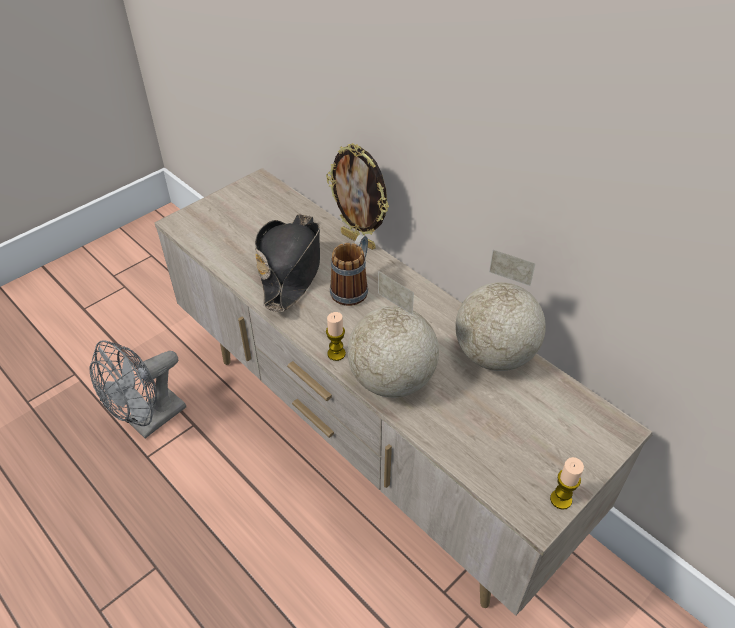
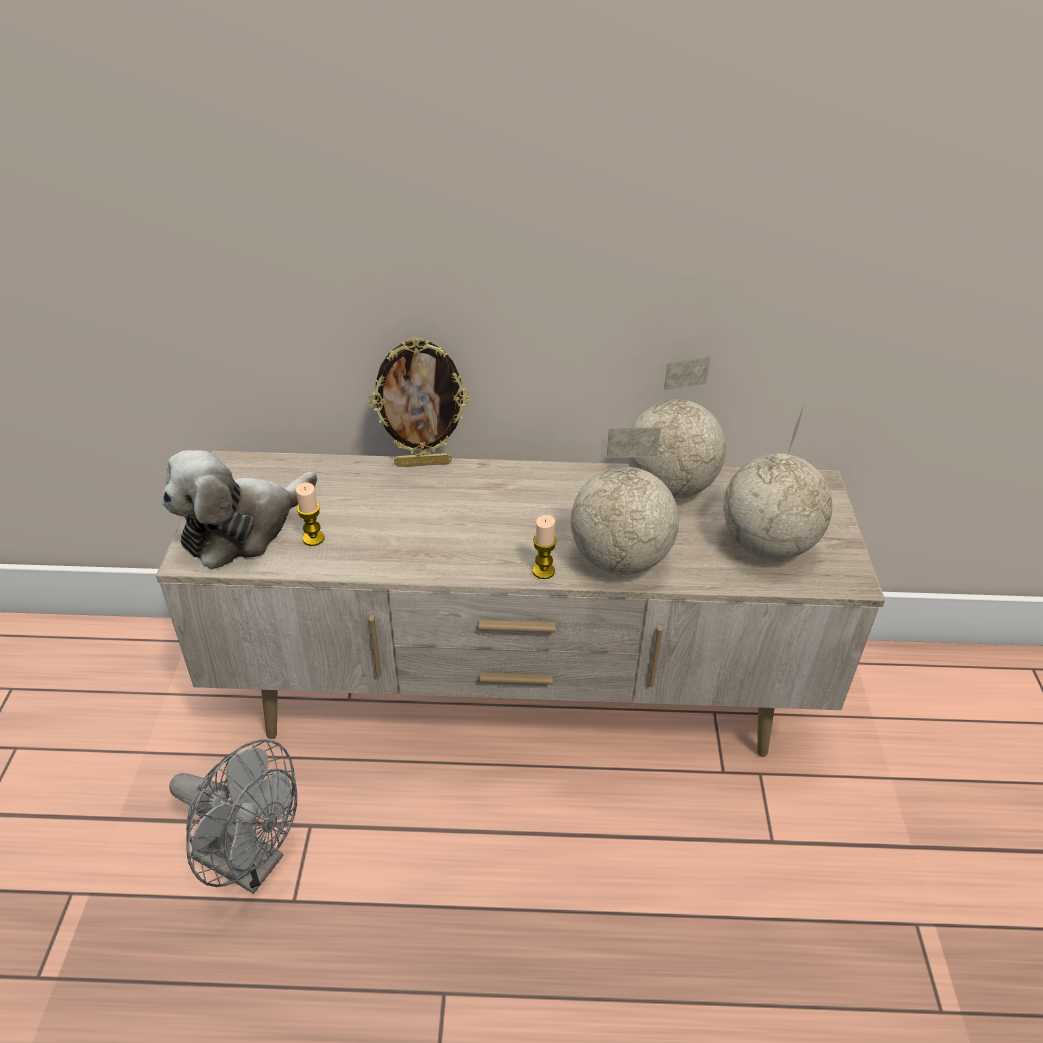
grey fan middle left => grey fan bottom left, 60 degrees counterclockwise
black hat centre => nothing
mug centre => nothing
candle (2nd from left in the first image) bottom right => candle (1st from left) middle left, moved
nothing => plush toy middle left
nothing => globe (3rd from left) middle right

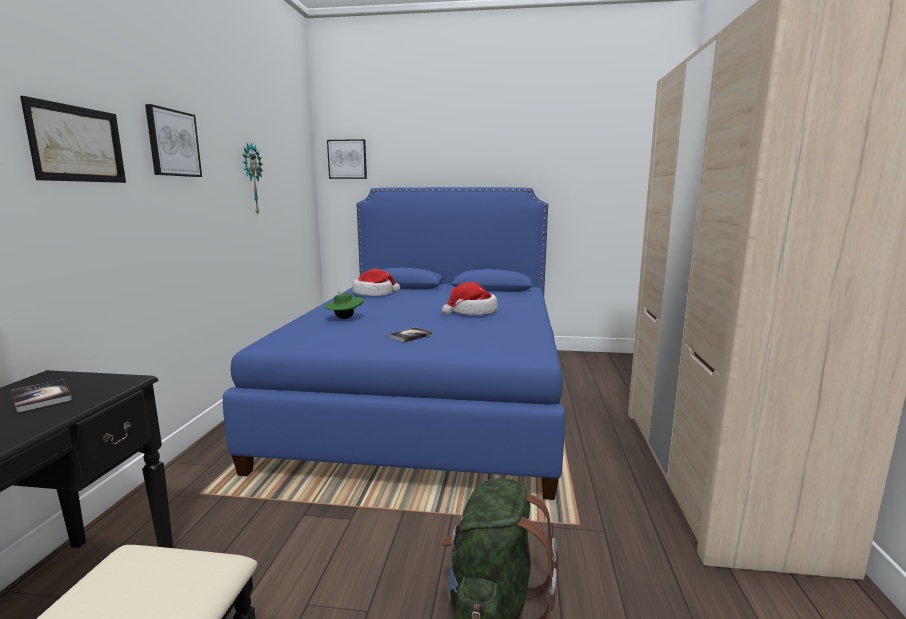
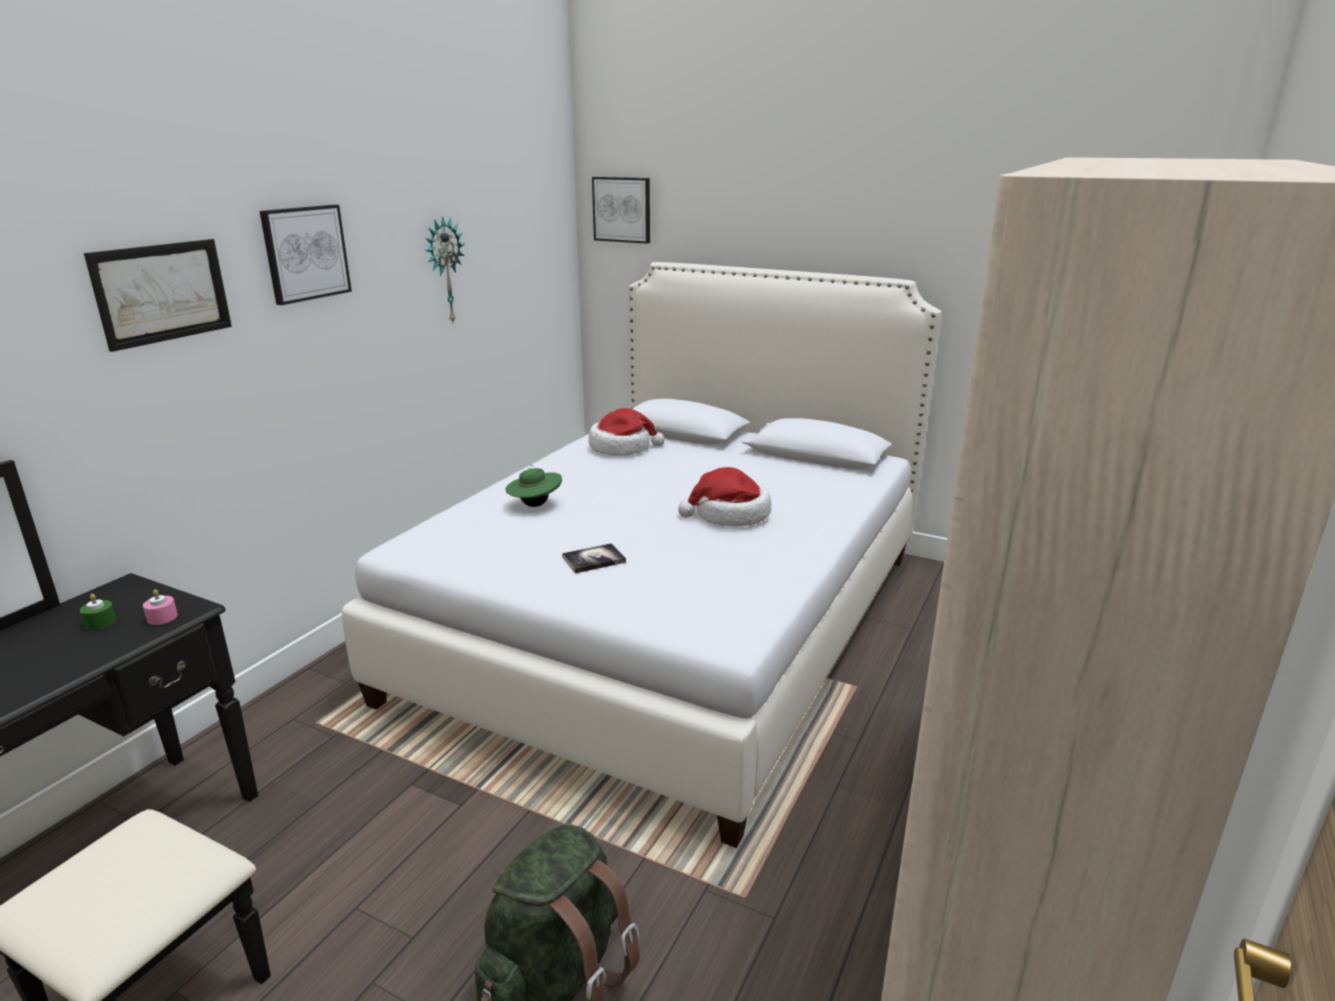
book (1st from left) middle left => green candle middle left
blue bed centre => white bed centre
nothing => pink candle middle left

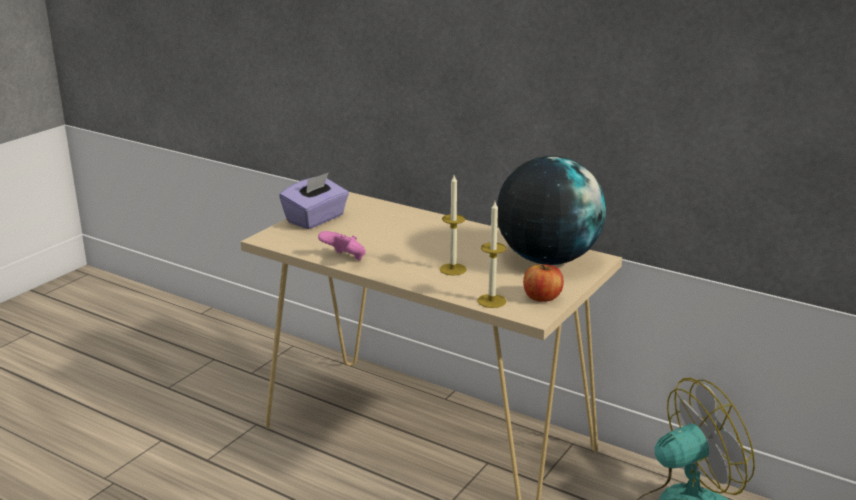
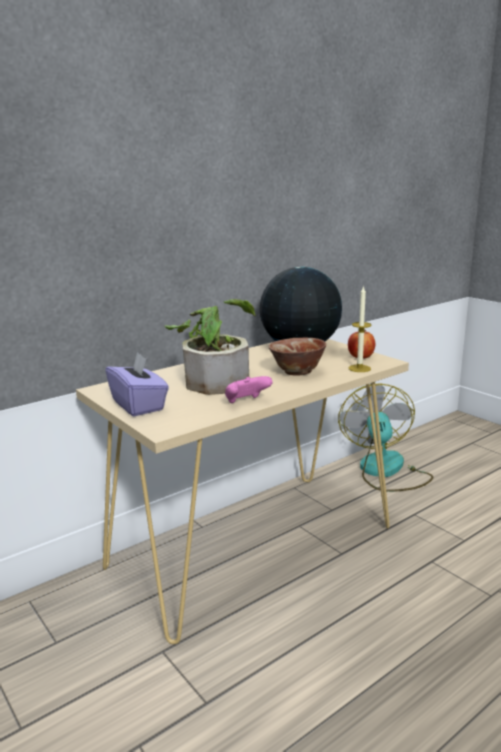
candle (1st from left) centre => bowl centre
nothing => potted plant centre

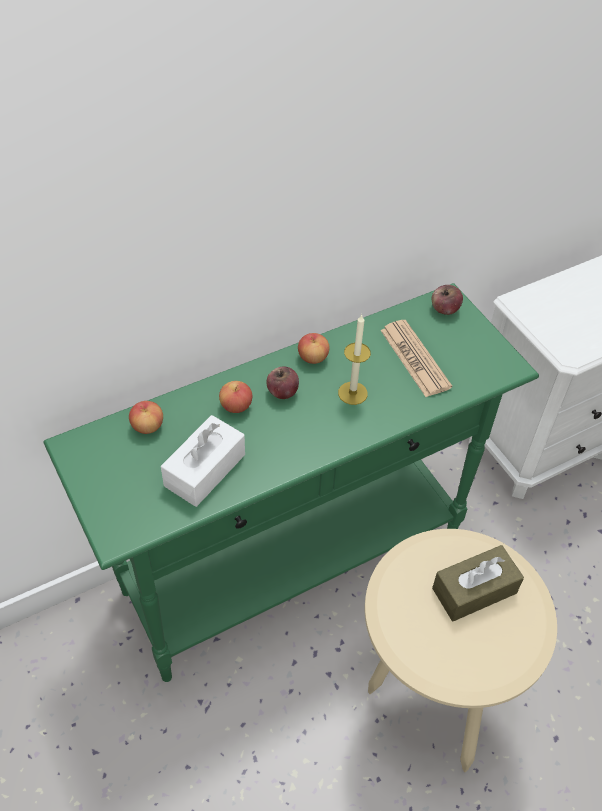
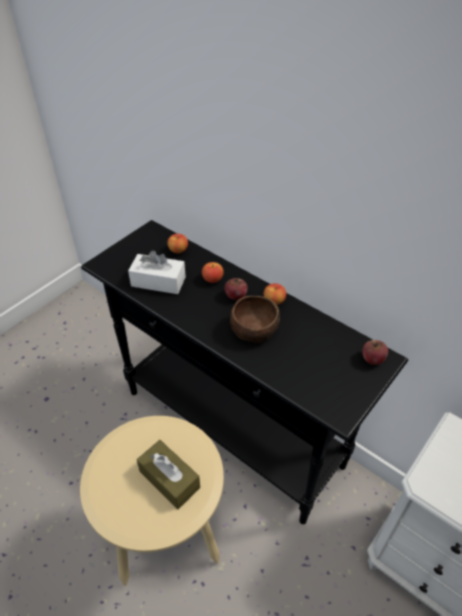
green console table centre => black console table centre
candle centre => brown bowl centre
newspaper middle right => nothing

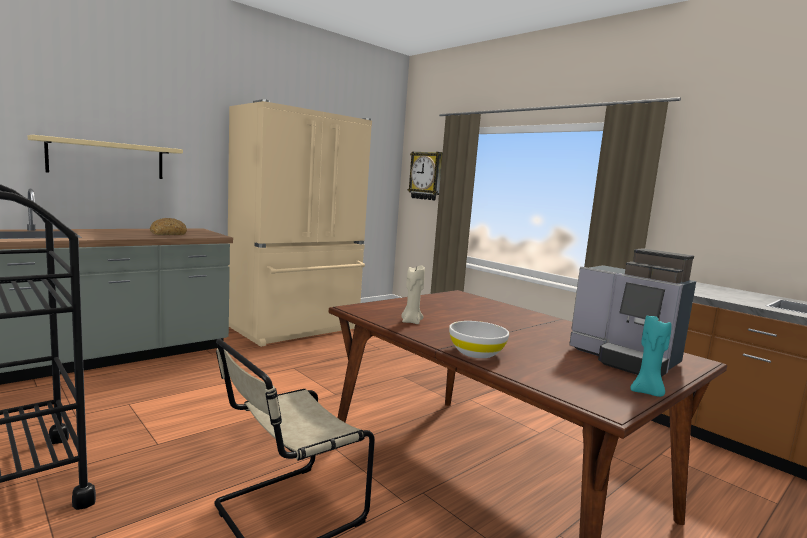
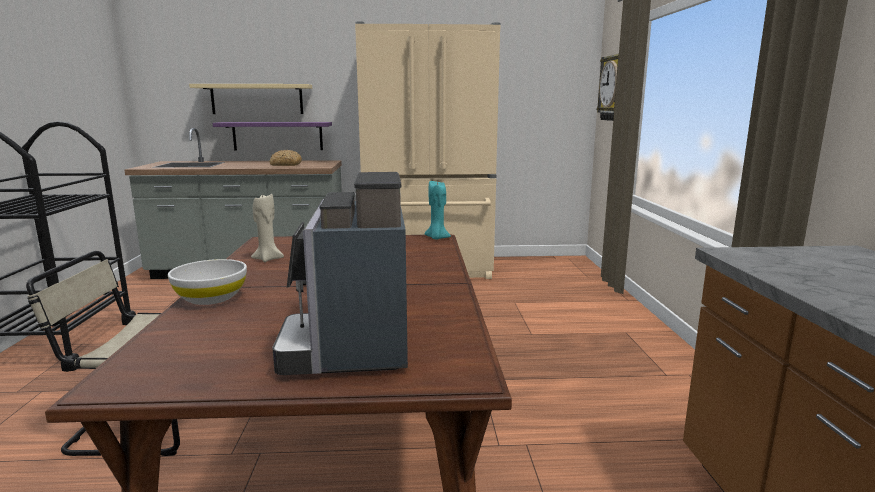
turquoise candle middle right => turquoise candle centre, moved
nothing => purple shelf top left

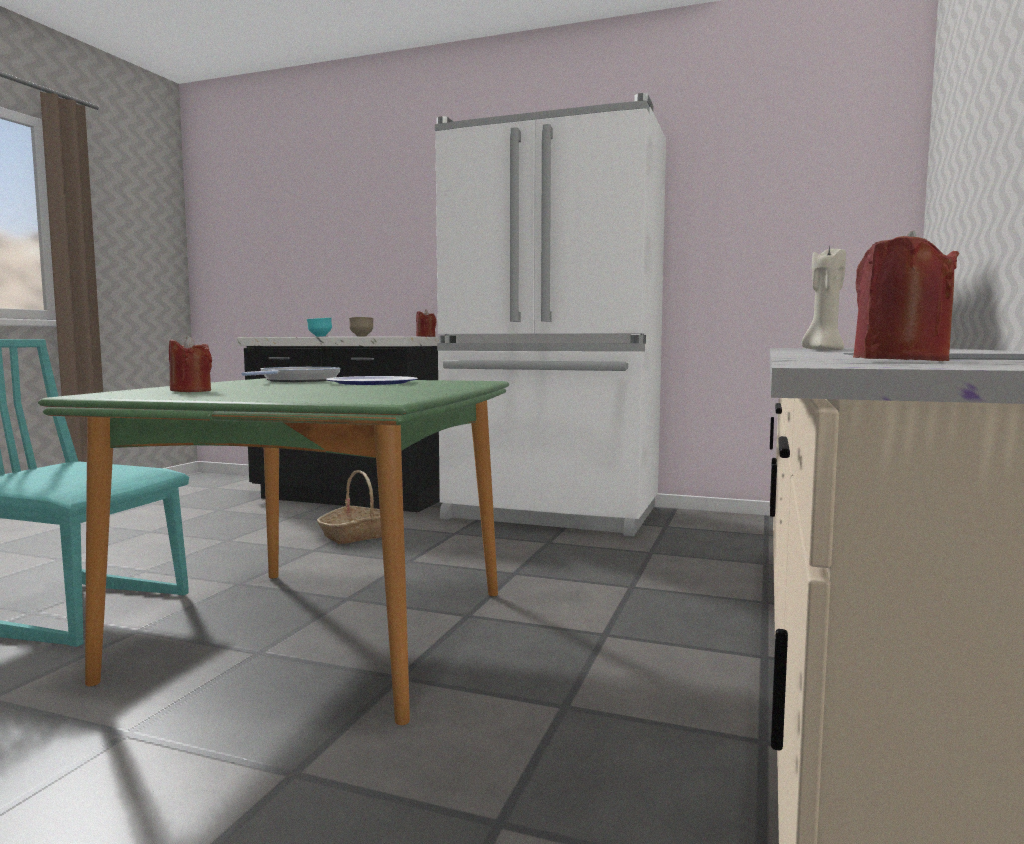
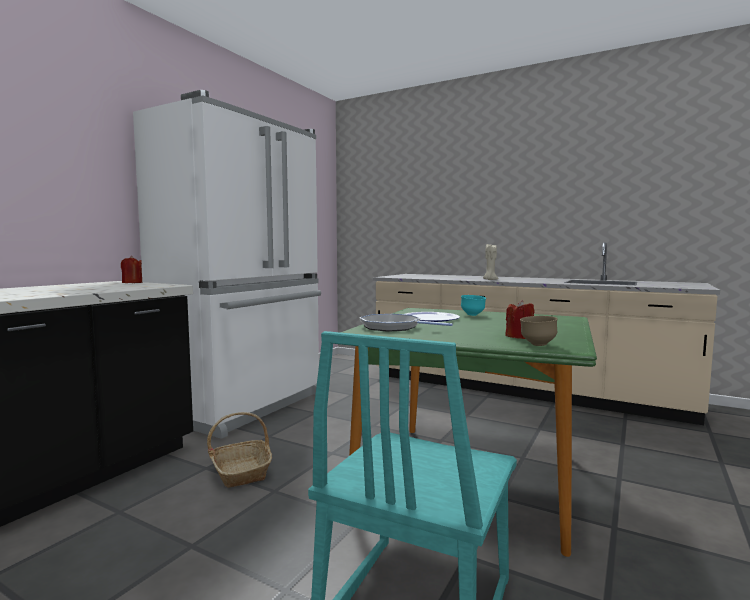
turquoise bowl middle left => turquoise bowl centre, moved
brown bowl centre => brown bowl middle right, moved
red candle (3rd from left) middle right => nothing

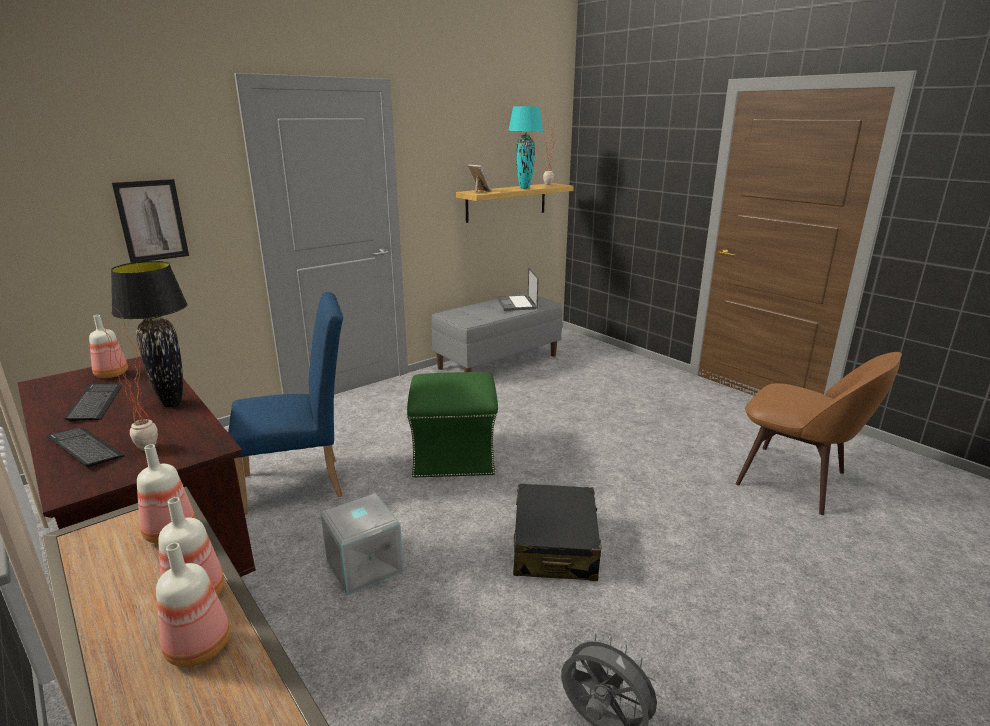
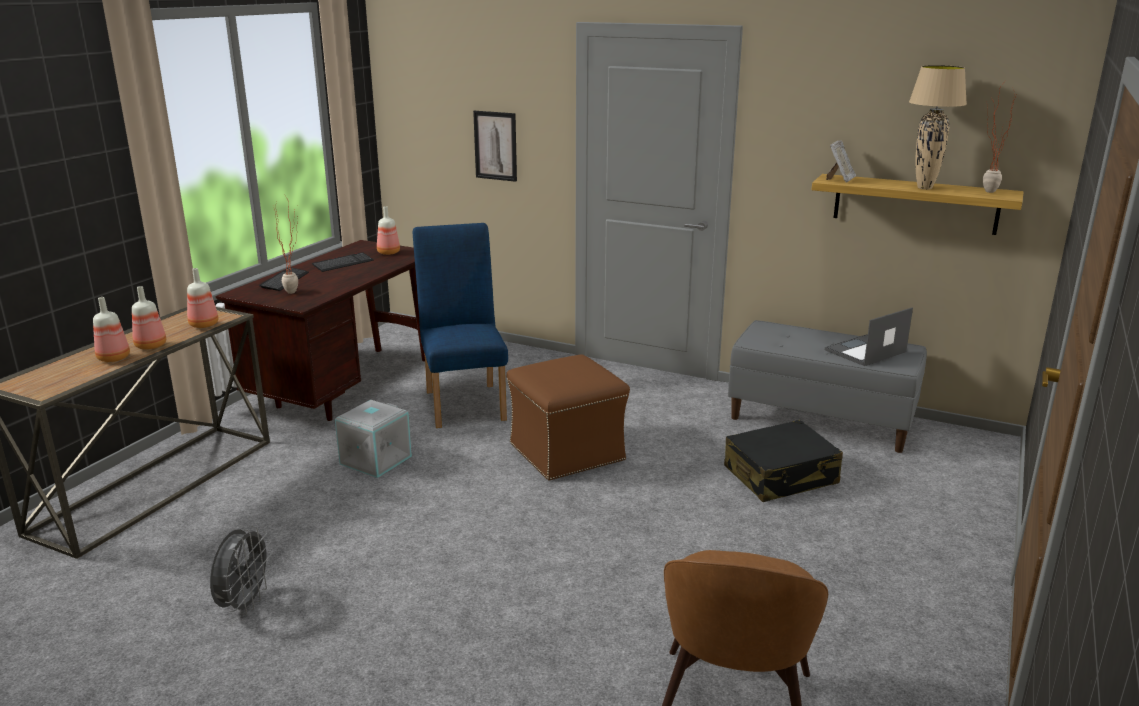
black table lamp middle left => nothing
blue chair middle left => blue chair centre, 150 degrees counterclockwise
green ottoman centre => brown ottoman centre
turquoise table lamp top centre => beige table lamp top right
black suitcase bottom centre => black suitcase middle right, moved

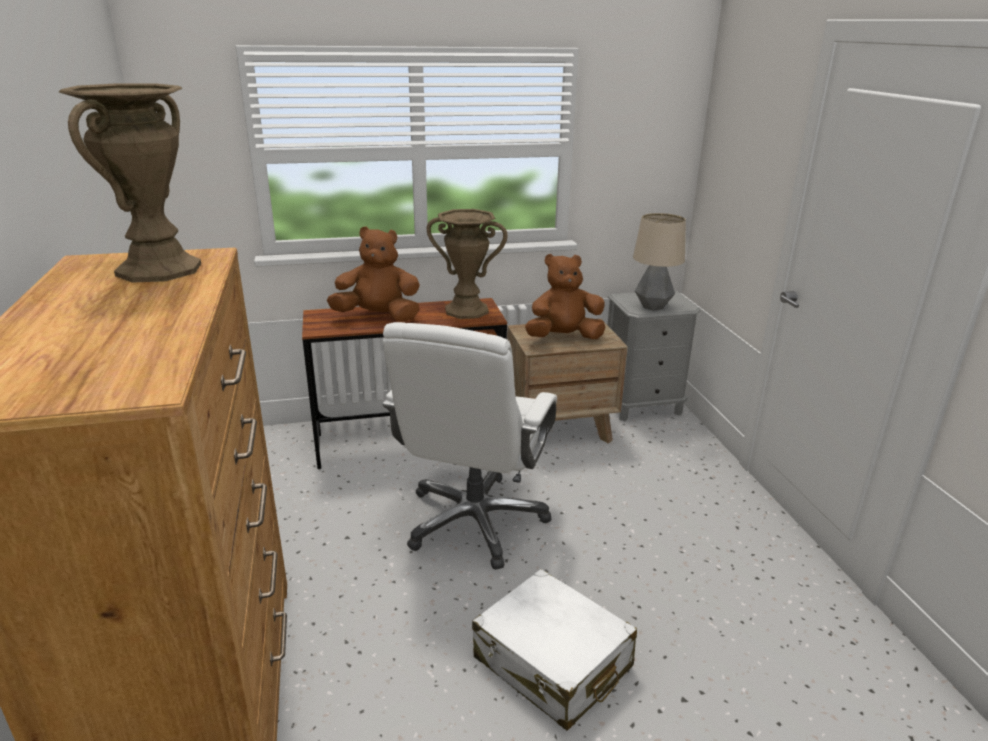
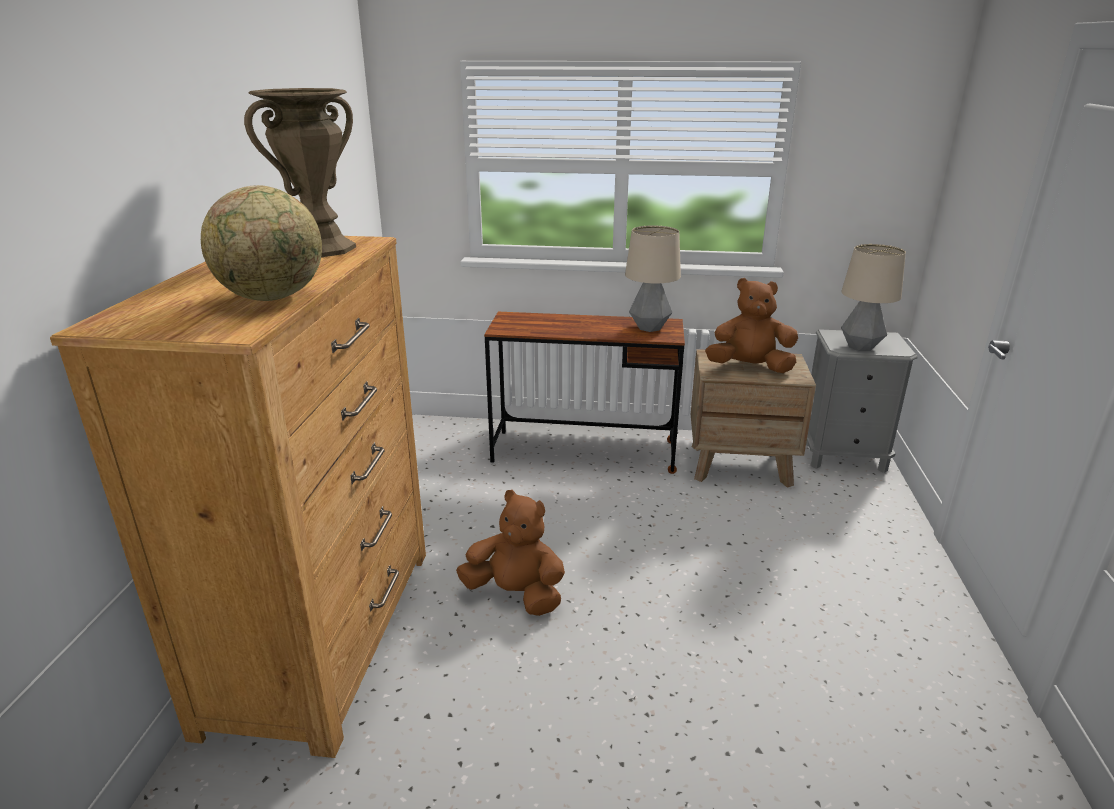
brown plush toy (1st from left) centre => brown plush toy (1st from left) bottom centre, moved
white office chair centre => nothing
brown vase (2nd from left) centre => table lamp (1st from left) centre
white suitcase bottom centre => nothing
nothing => globe top left

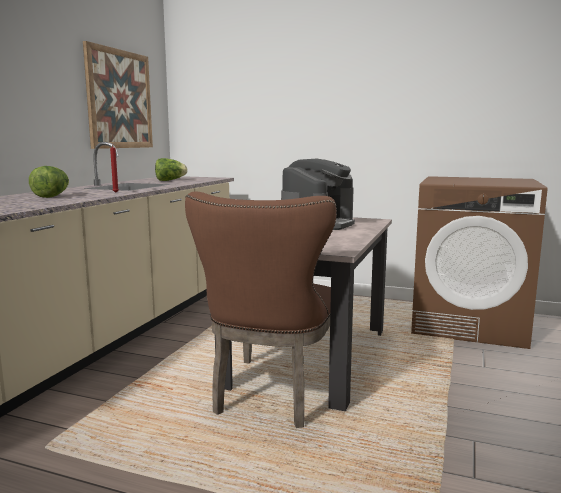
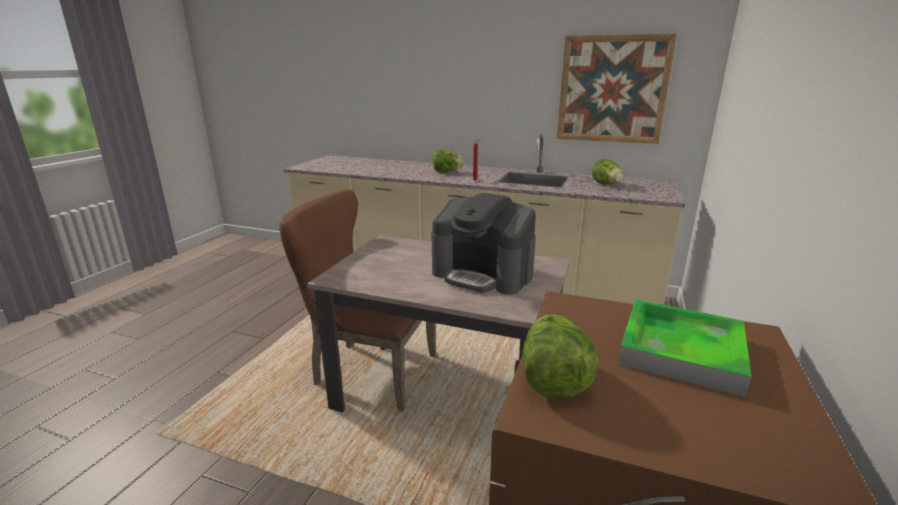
nothing => lettuce (2nd from left) bottom centre
nothing => tray bottom right

